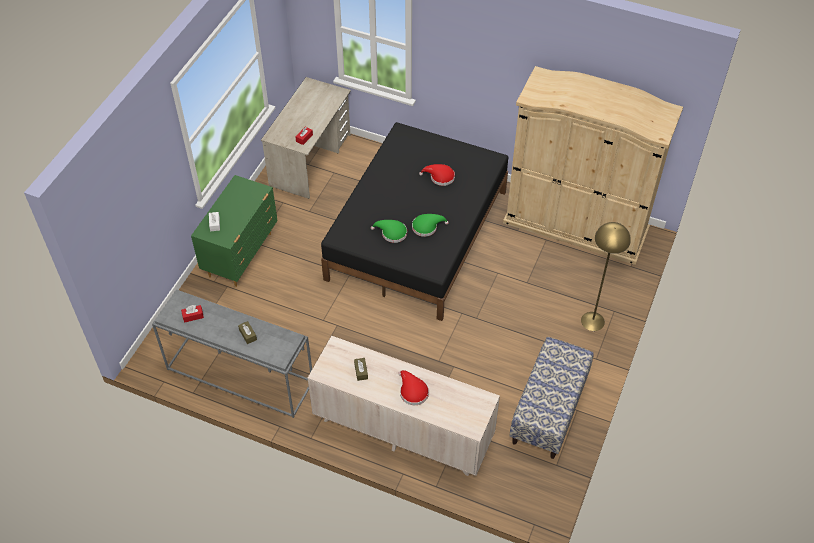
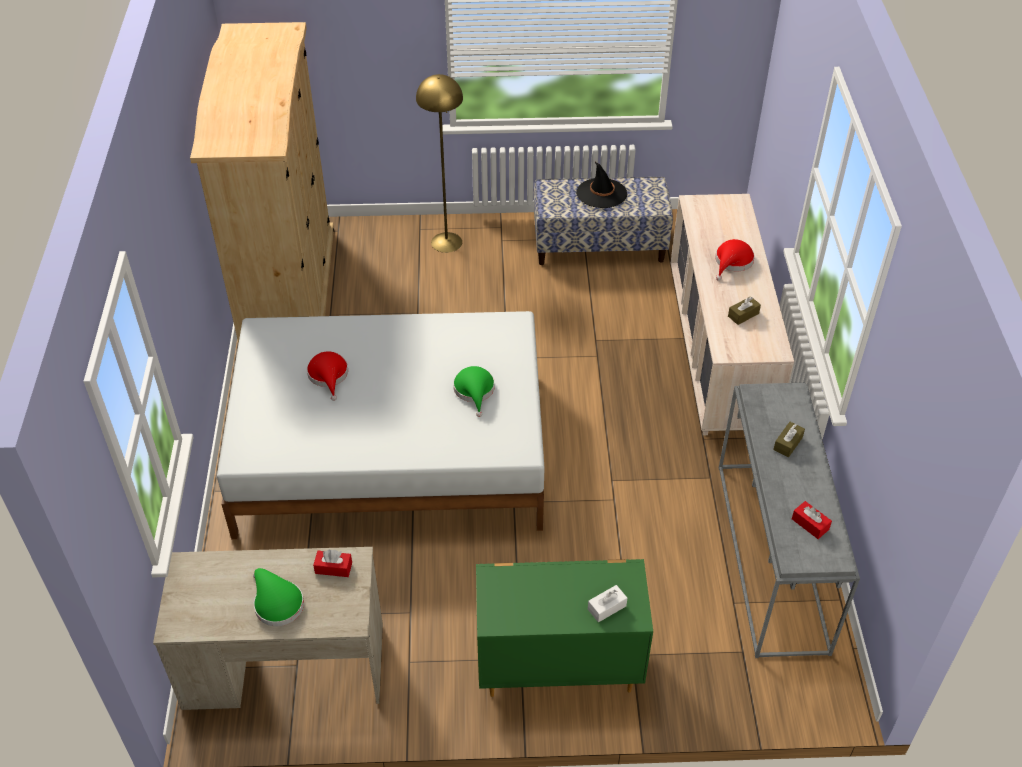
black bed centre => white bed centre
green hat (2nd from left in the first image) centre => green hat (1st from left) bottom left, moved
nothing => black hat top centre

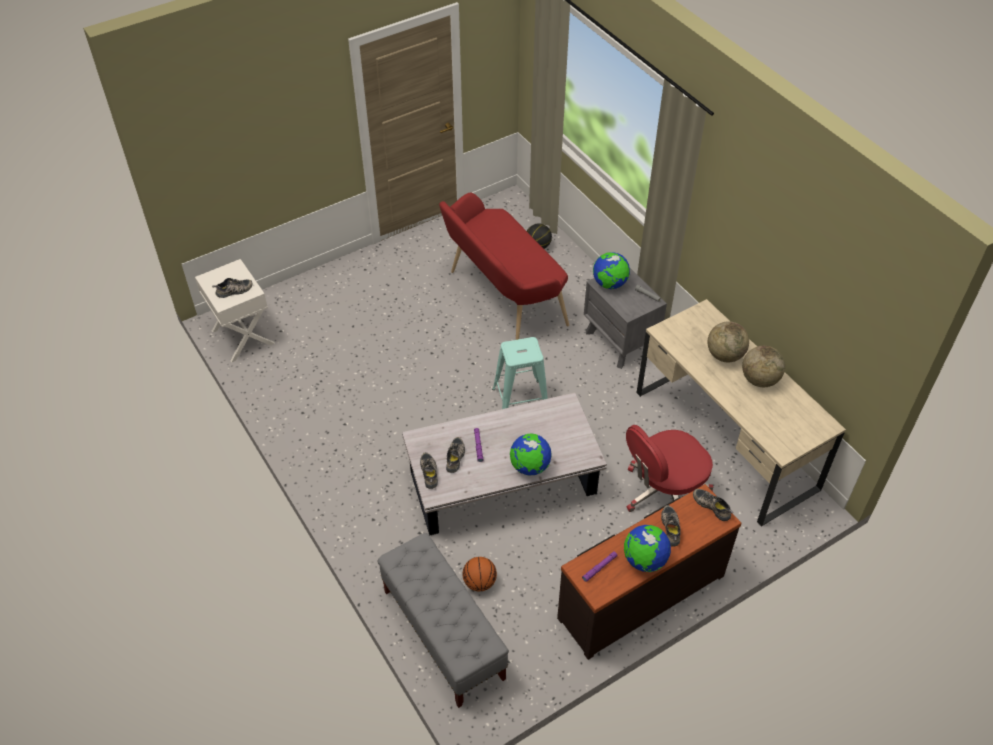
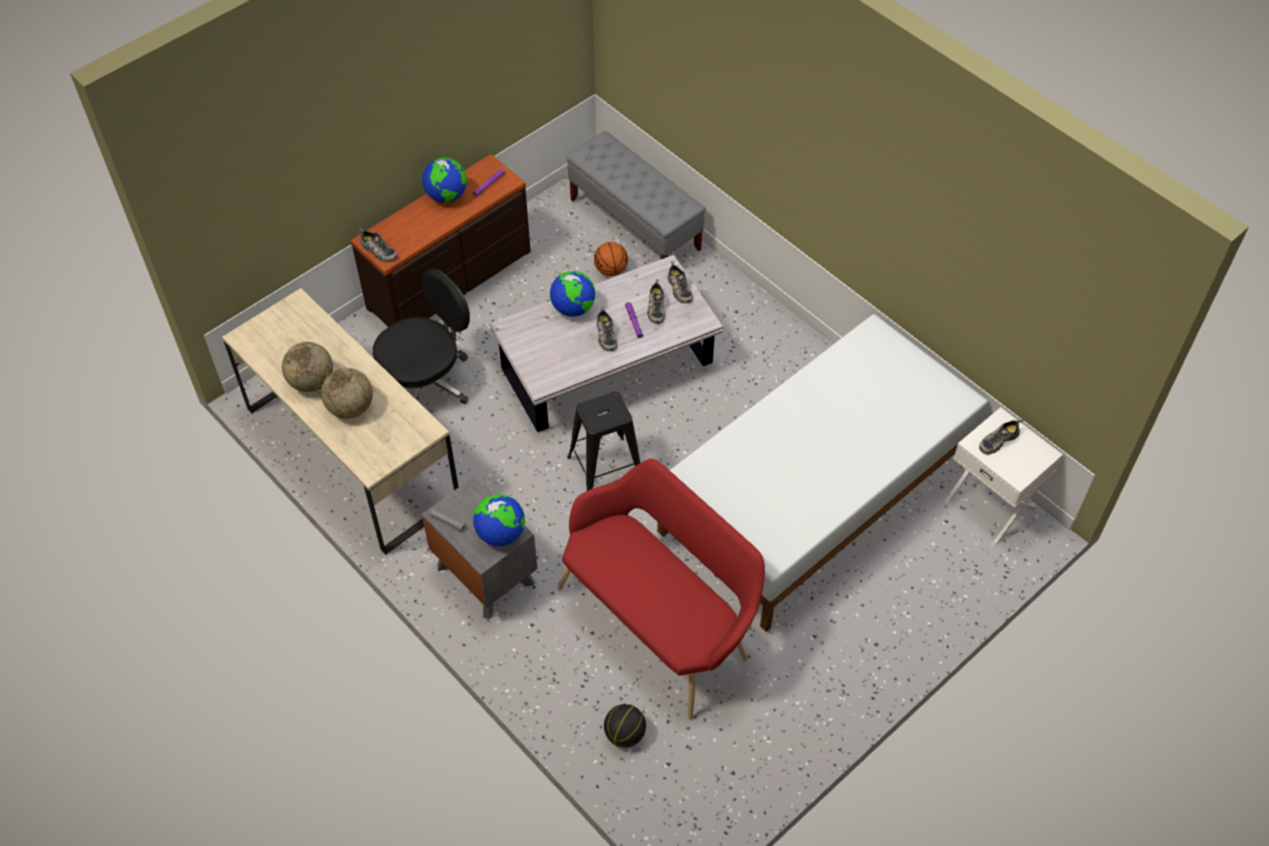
turquoise stool centre => black stool centre
red office chair middle right => black office chair middle left
shoe (4th from left in the first image) bottom right => shoe (2nd from left) centre, moved
nothing => white bed centre

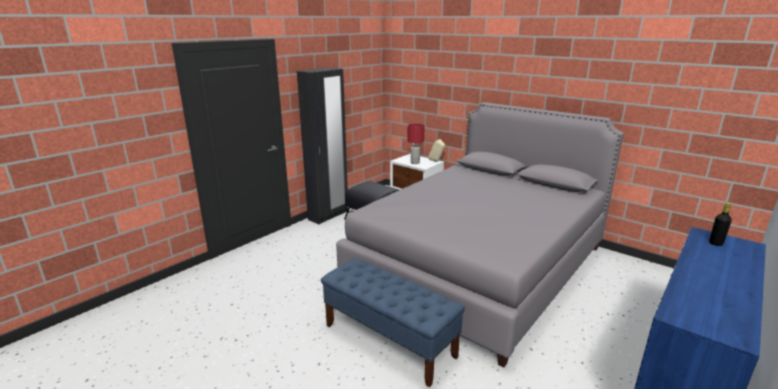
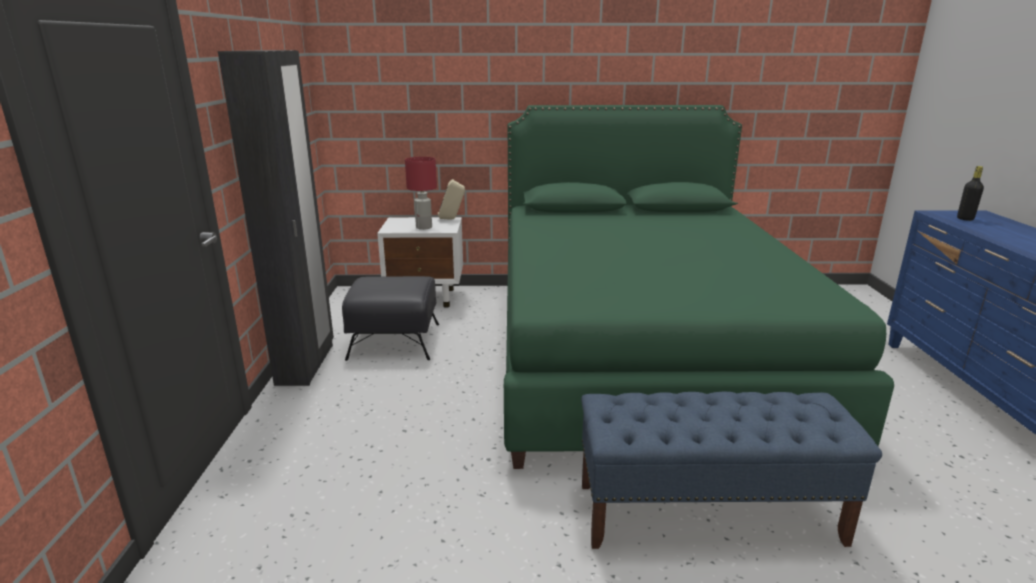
grey bed centre => green bed middle right

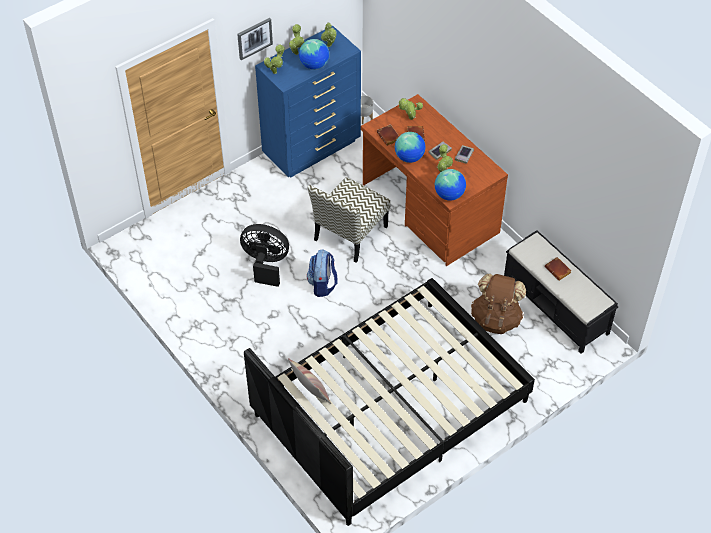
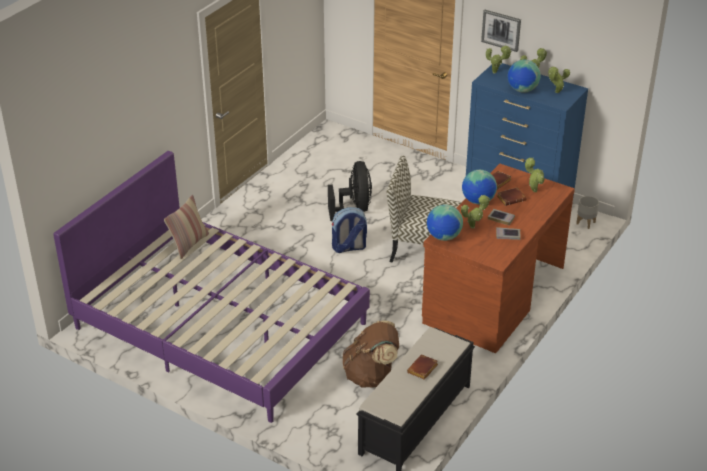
black bed bottom centre => purple bed middle left

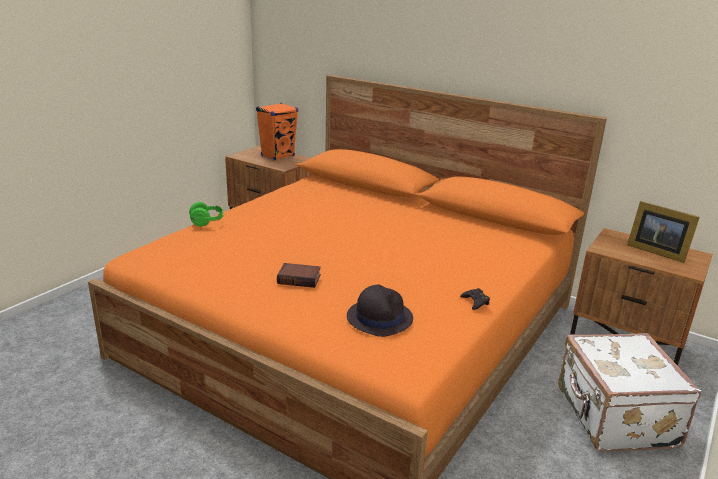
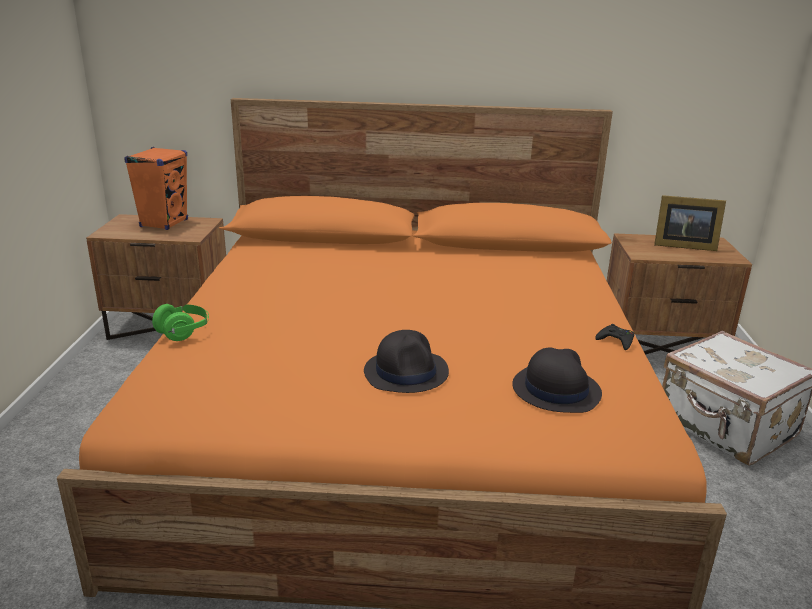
book centre => black hat (1st from left) centre

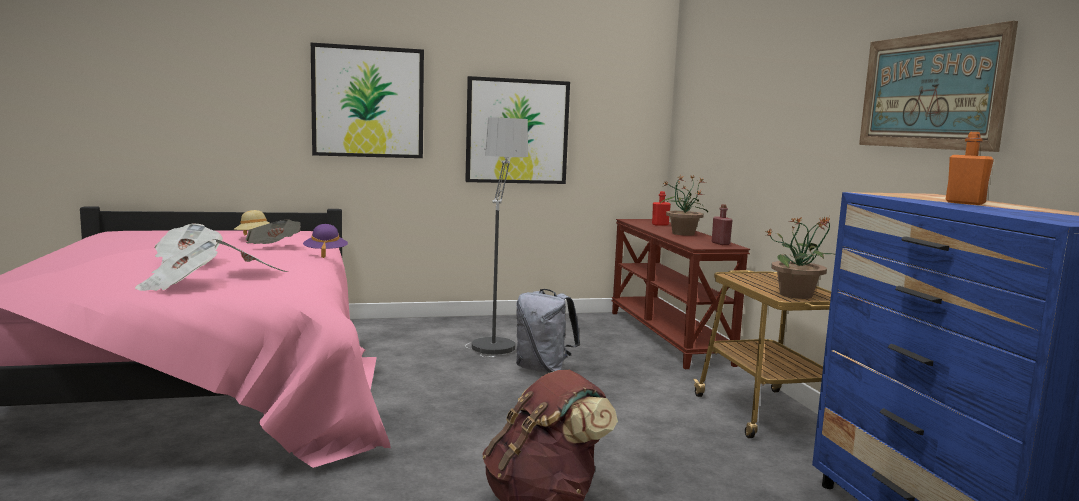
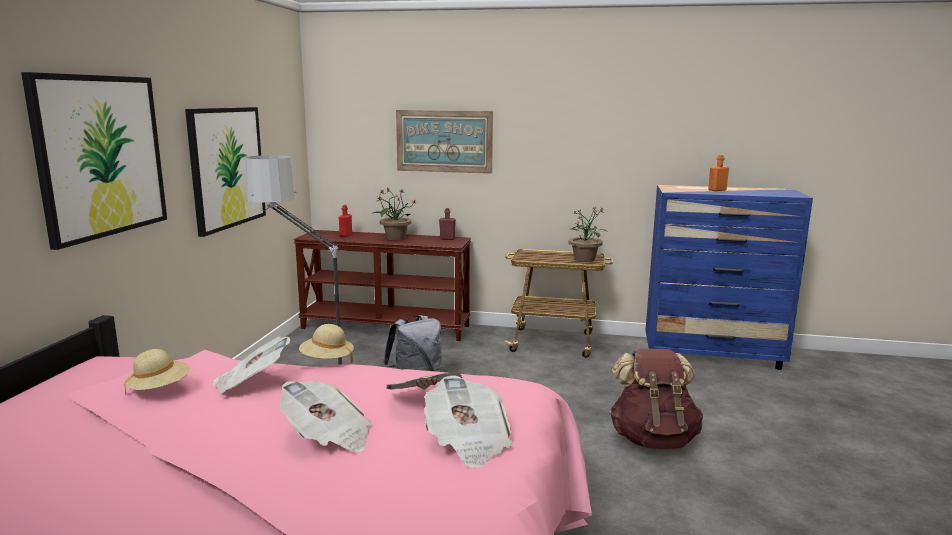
purple hat middle left => beige hat (2nd from left) centre
picture (3rd from left) top right => picture (3rd from left) top centre, moved

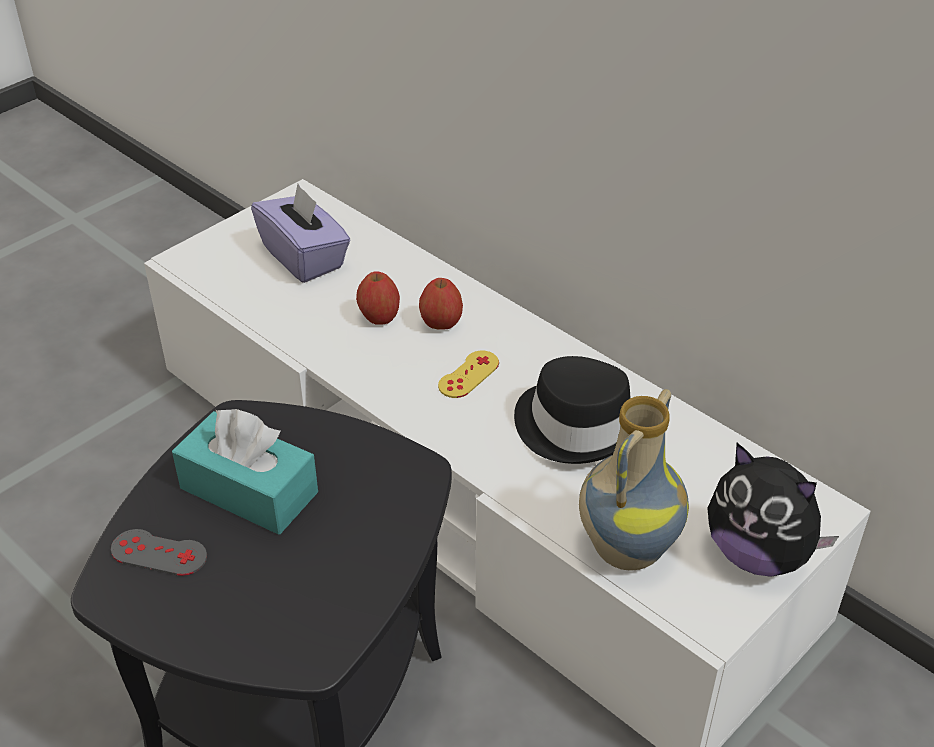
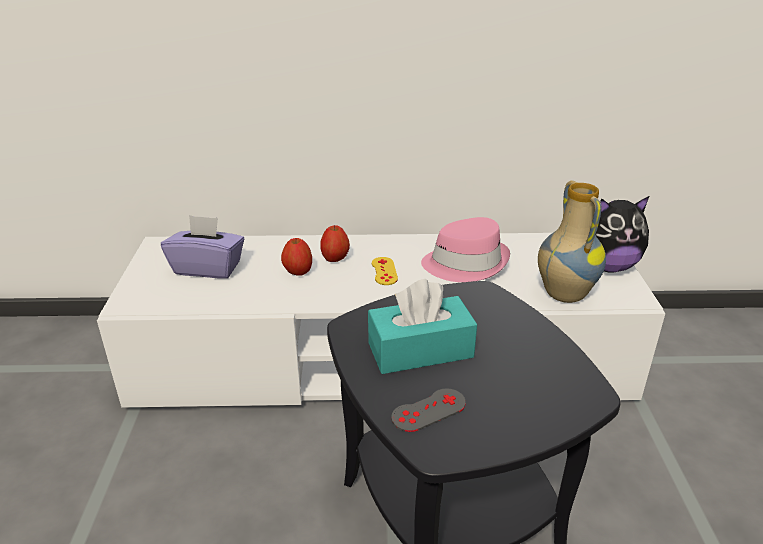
black hat centre => pink hat centre

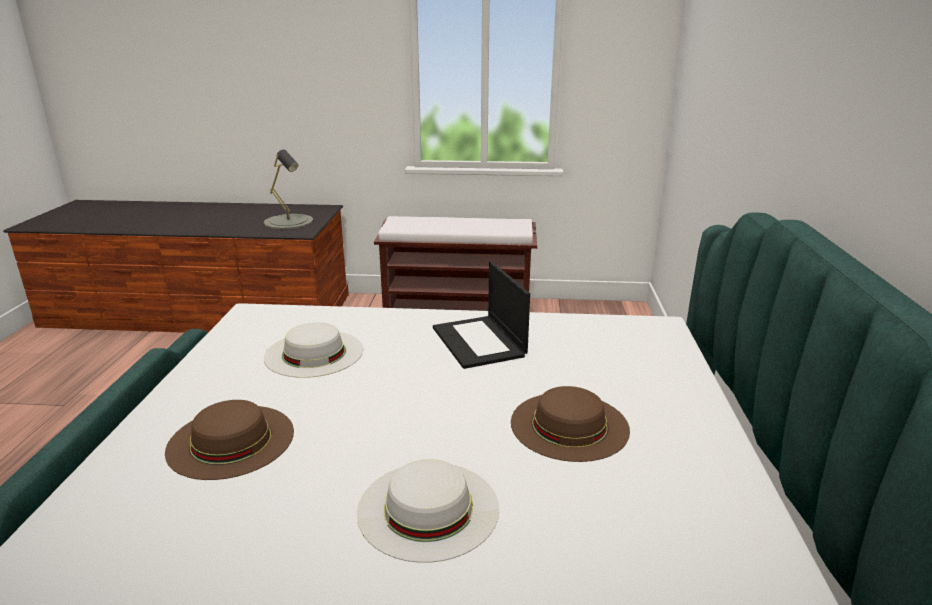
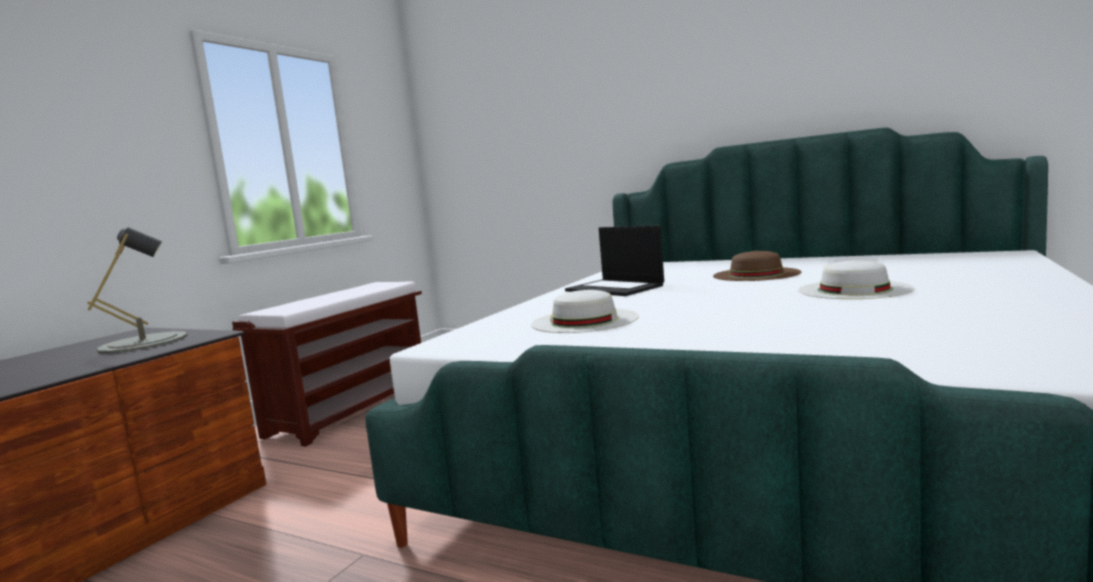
brown hat (1st from left) bottom left => nothing
laptop centre, 45 degrees clockwise

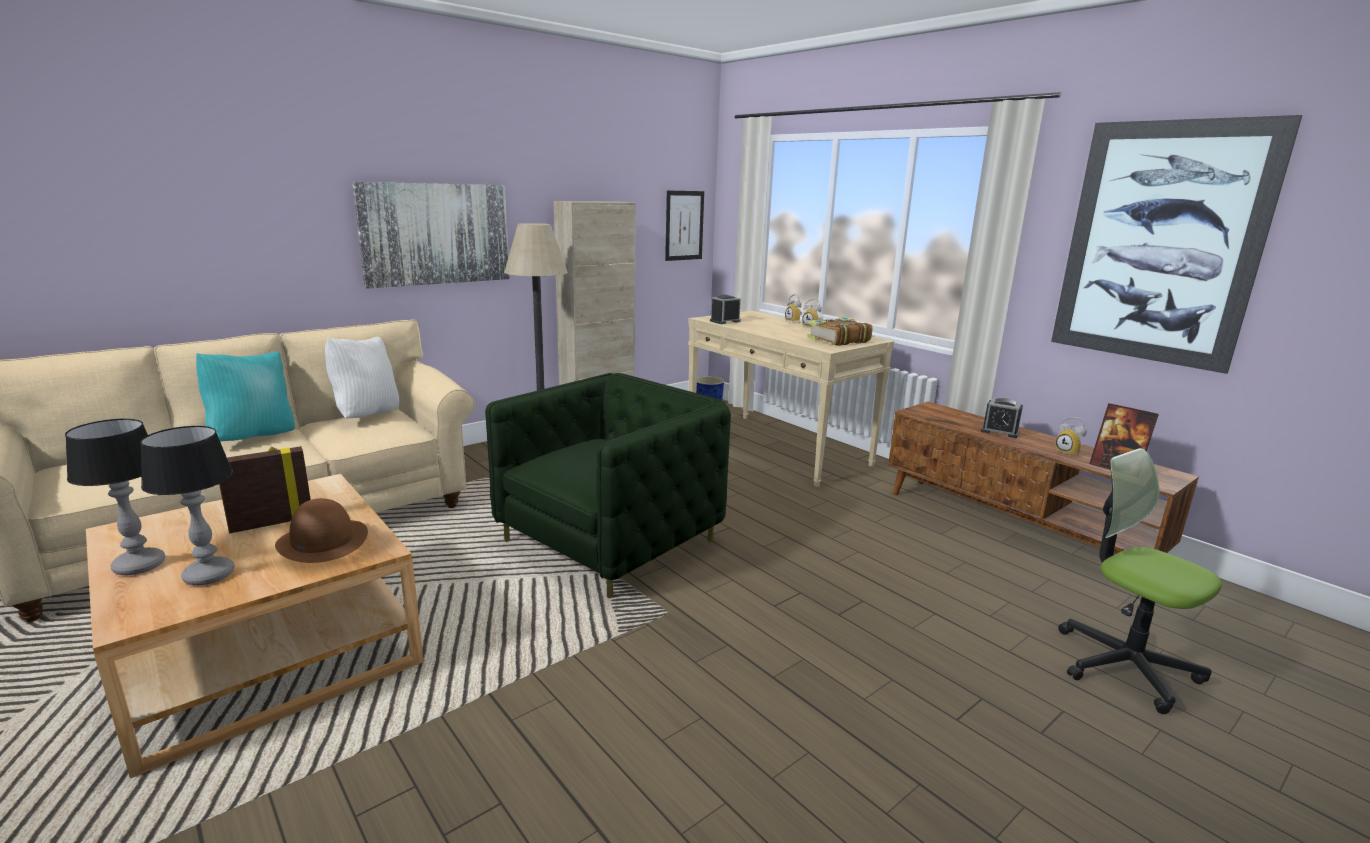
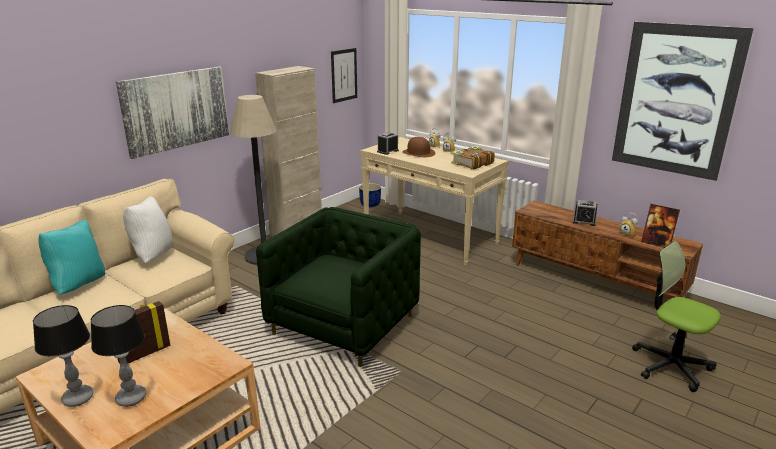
brown hat middle left => brown hat top centre, moved

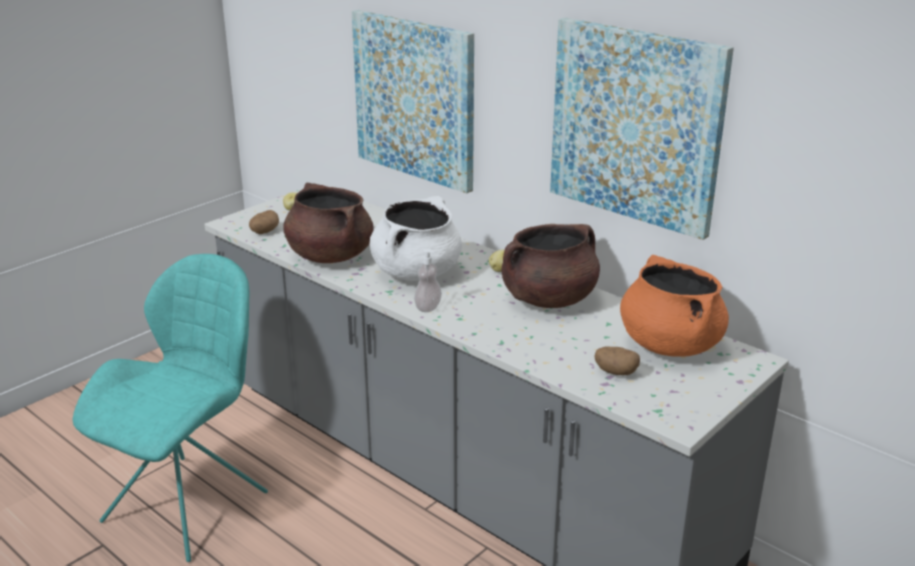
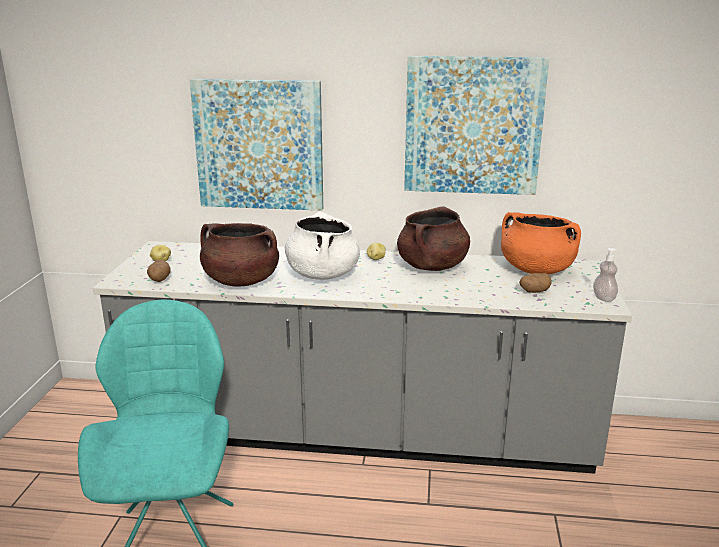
soap dispenser centre => soap dispenser middle right, moved

